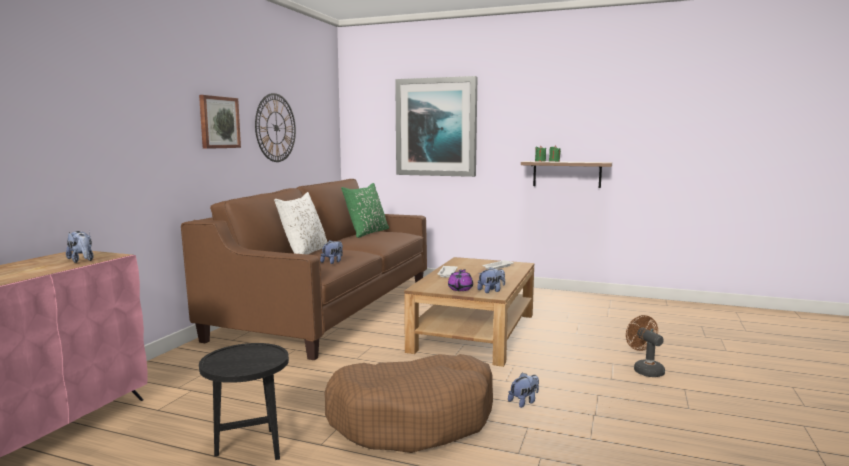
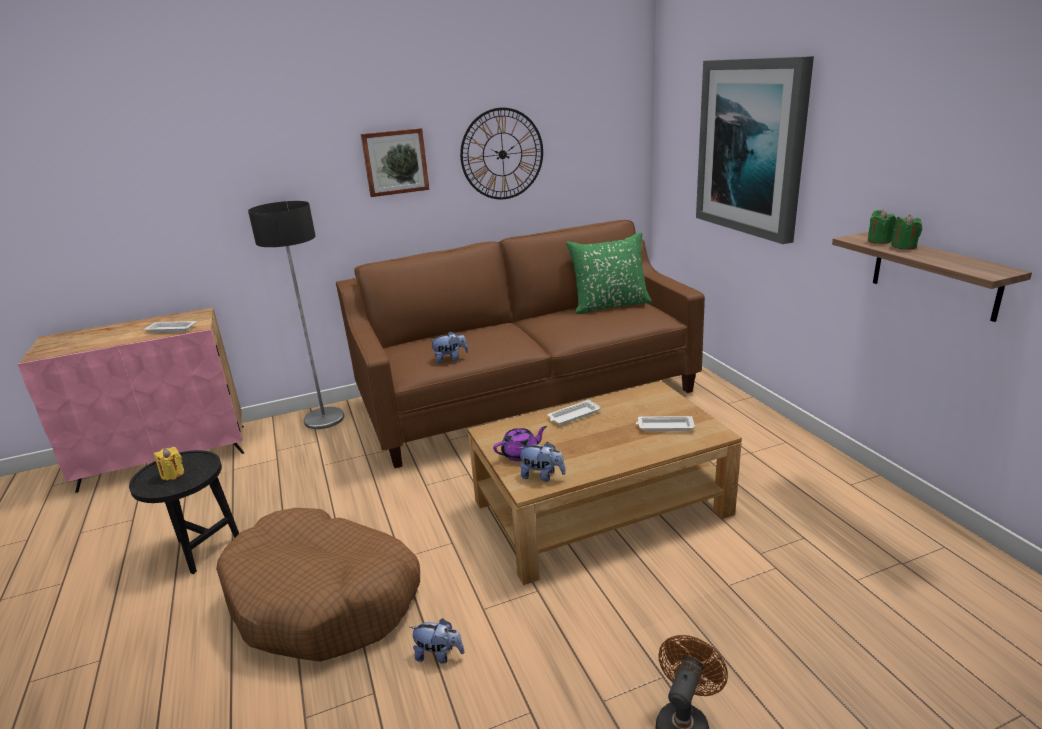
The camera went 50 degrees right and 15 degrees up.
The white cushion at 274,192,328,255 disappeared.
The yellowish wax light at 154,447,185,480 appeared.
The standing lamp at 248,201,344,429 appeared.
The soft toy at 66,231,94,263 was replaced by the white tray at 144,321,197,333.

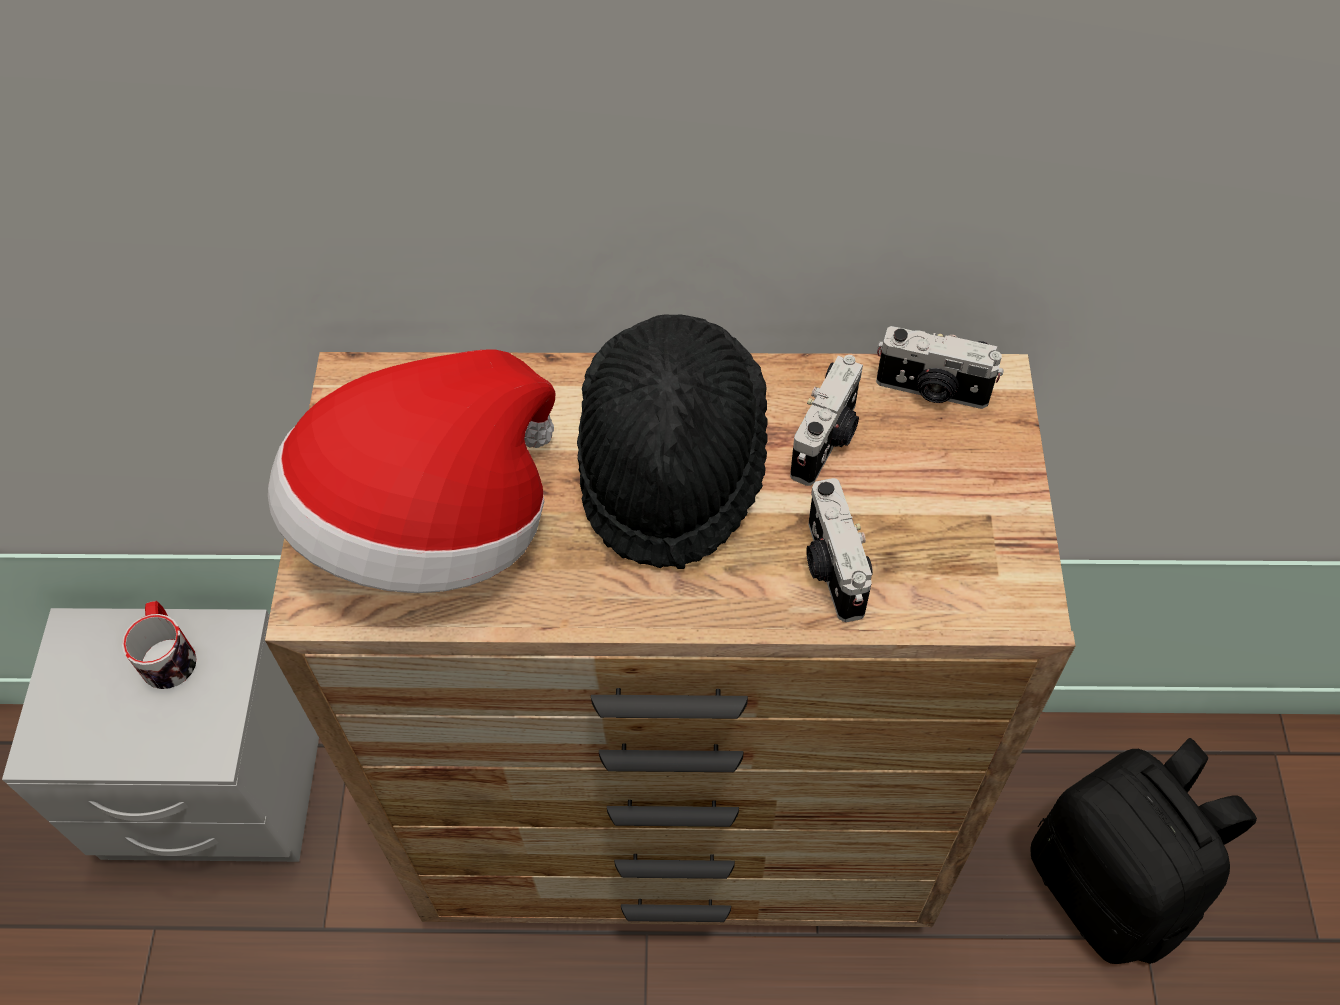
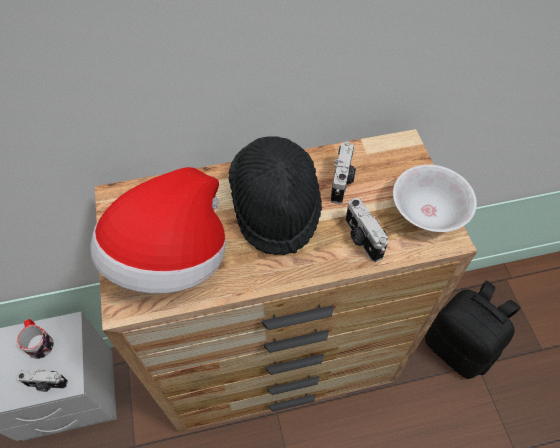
The camera went 15 degrees left and 0 degrees up.
The white deep dish at 393,165,477,232 appeared.
The photo camera moved from 876,326,1004,409 to 17,370,68,392.

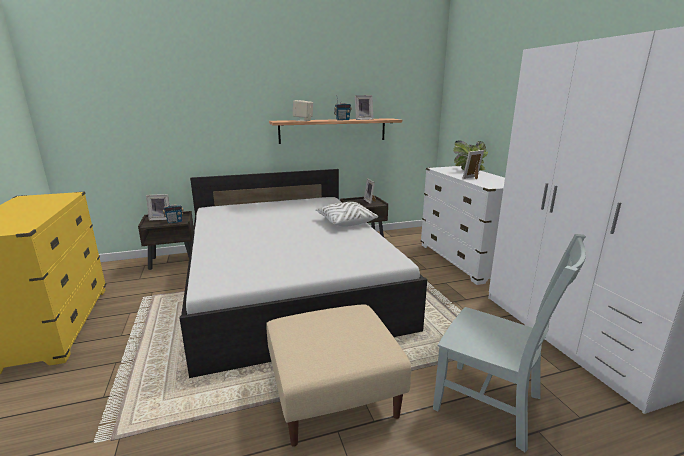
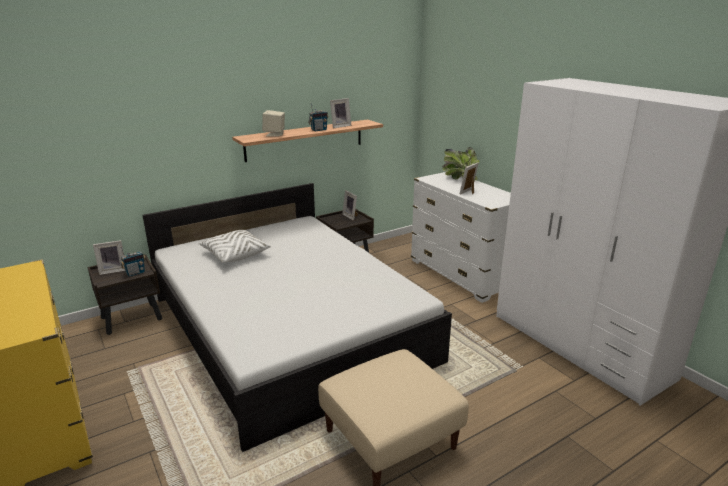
The camera went 15 degrees left and 5 degrees up.
The grey upright chair at 433,234,586,452 disappeared.
The white cushion moved from 315,202,378,227 to 198,230,271,263.

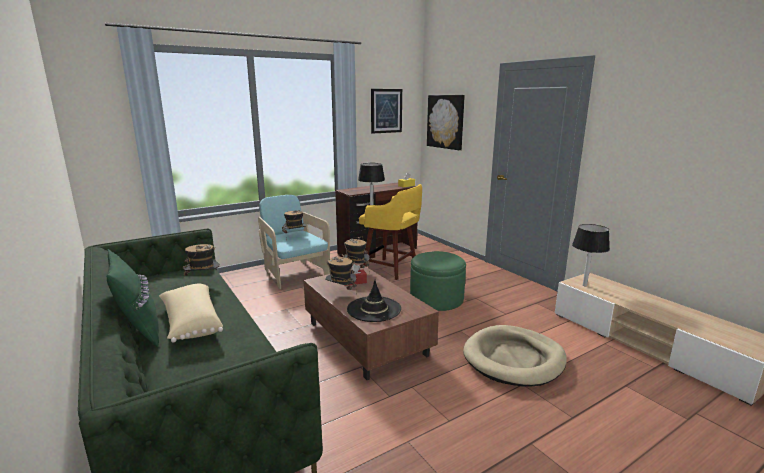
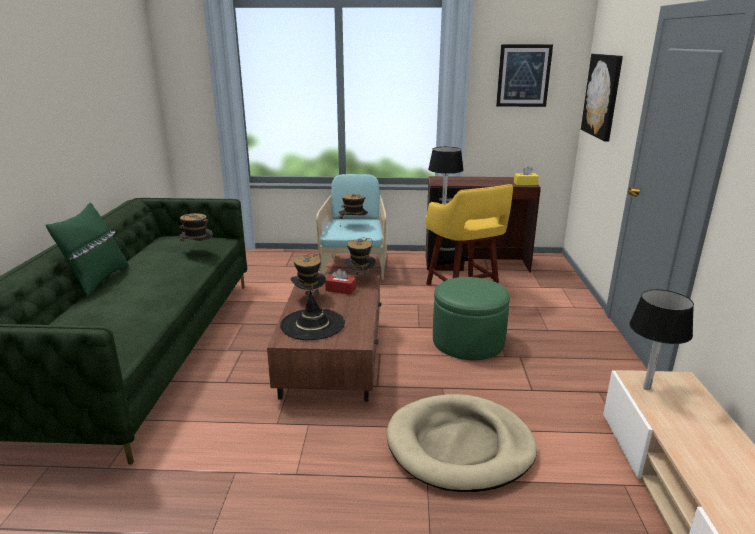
The camera went 35 degrees right and 5 degrees up.
The beige cushion at 159,284,223,343 disappeared.

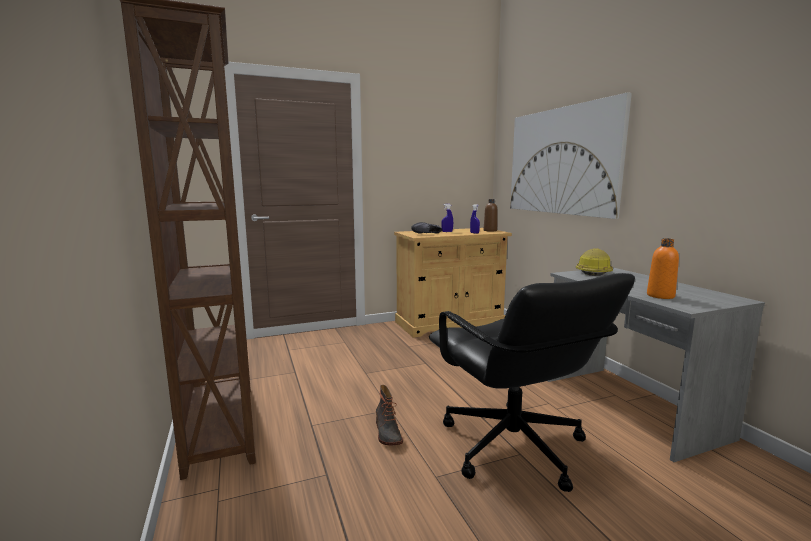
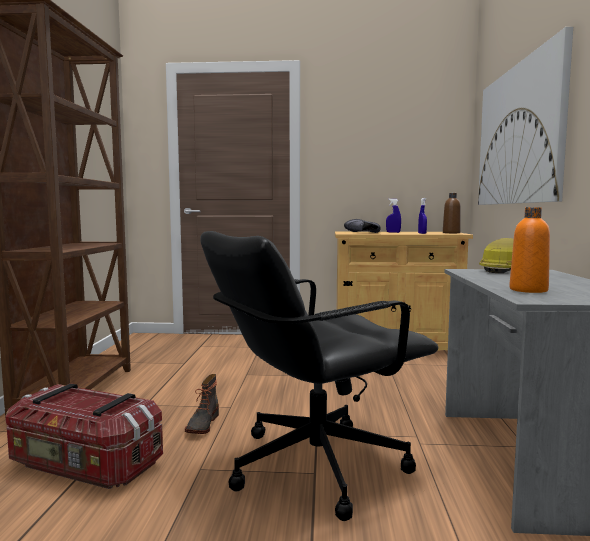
The camera went 25 degrees right and 5 degrees down.
The storage box at 5,383,163,489 appeared.
The black-coloured desk chair at 429,273,635,492 turned 60 degrees clockwise.

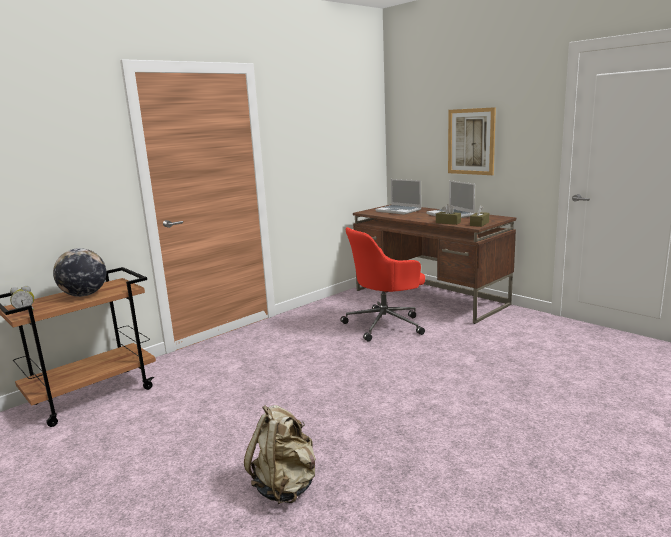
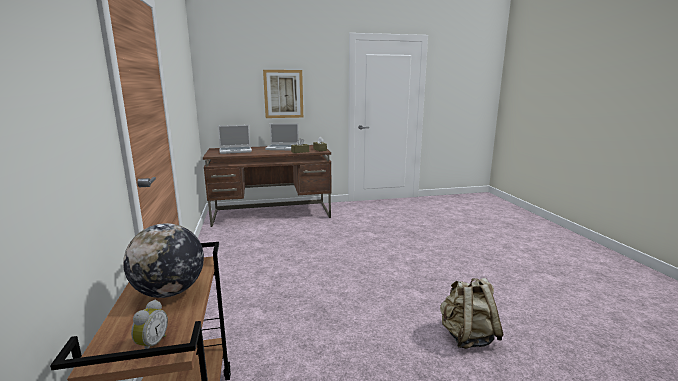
The camera went 60 degrees left and 0 degrees up.
The reddish desk chair at 340,227,425,342 disappeared.

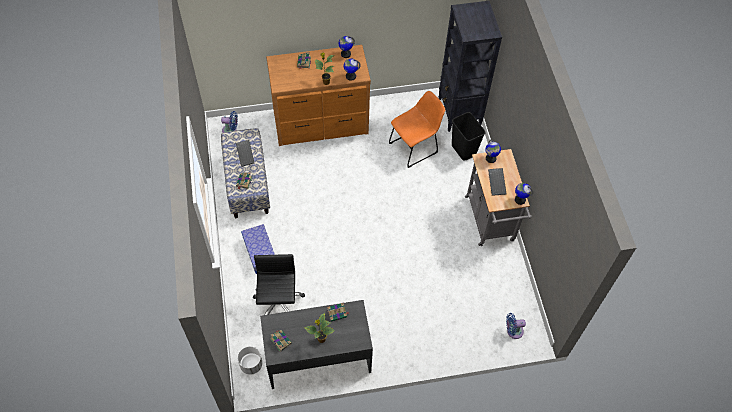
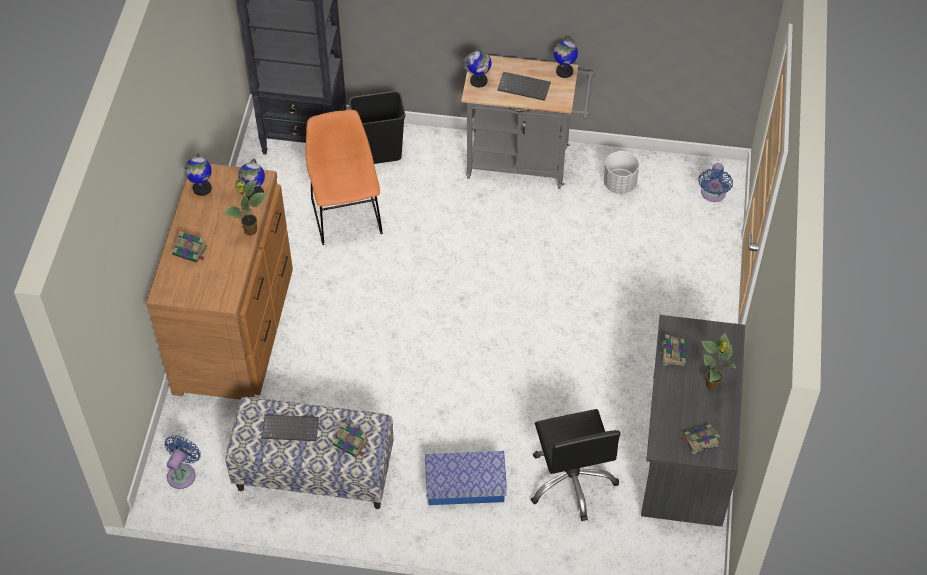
The camera went 70 degrees left and 5 degrees down.
The white planter moved from 238,346,262,375 to 604,151,639,194.
The black-coloured desk chair at 253,254,305,315 turned 120 degrees counterclockwise.

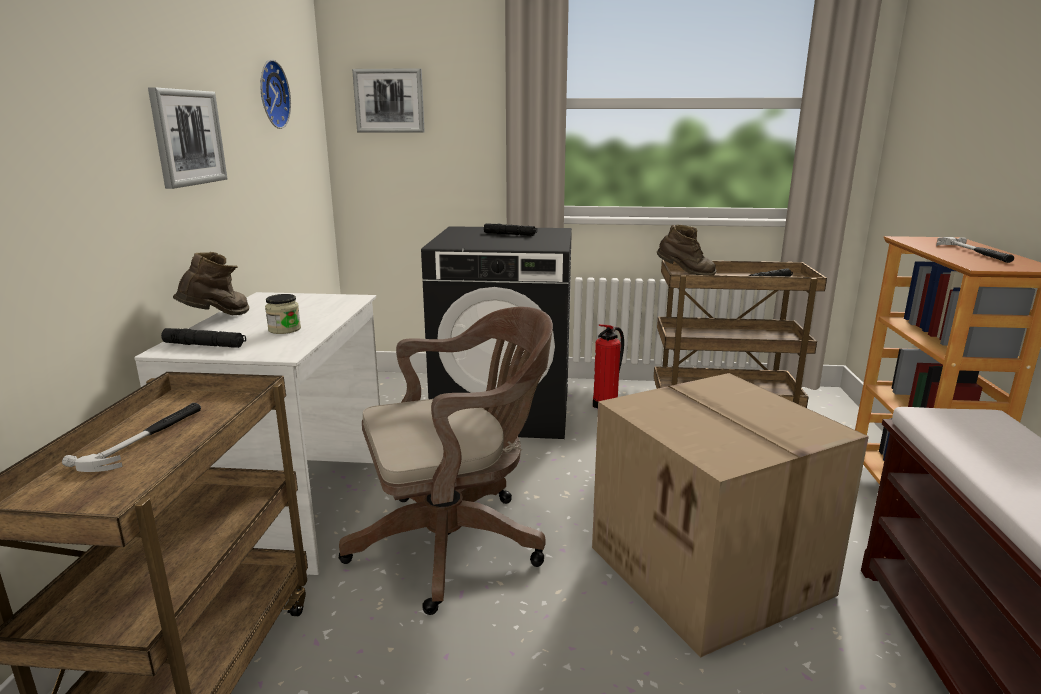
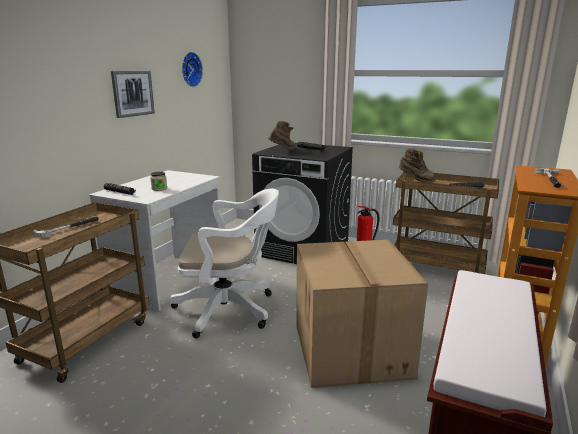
The camera went 20 degrees right and 0 degrees up.
The wall picture at 352,68,425,133 disappeared.
The brown boot moved from 173,252,249,315 to 268,121,295,150.
The brown desk chair at 339,307,553,615 became the white desk chair at 169,188,279,338.

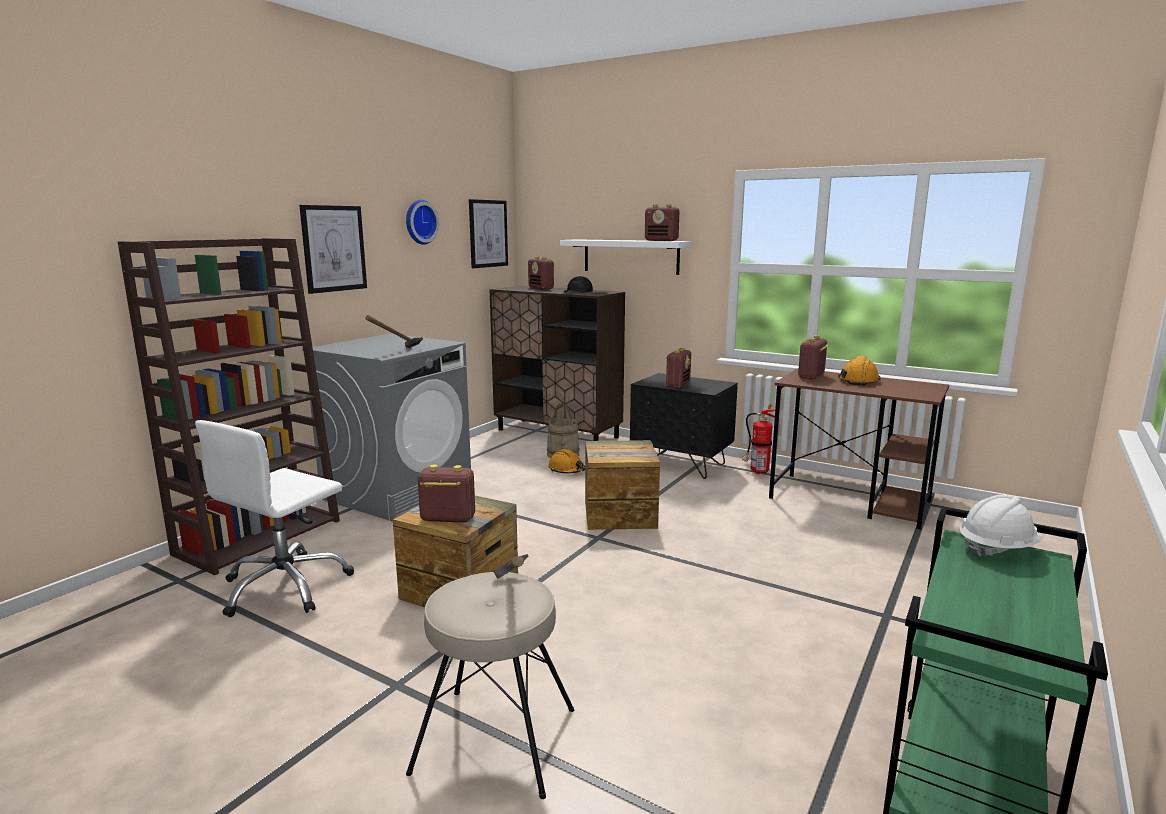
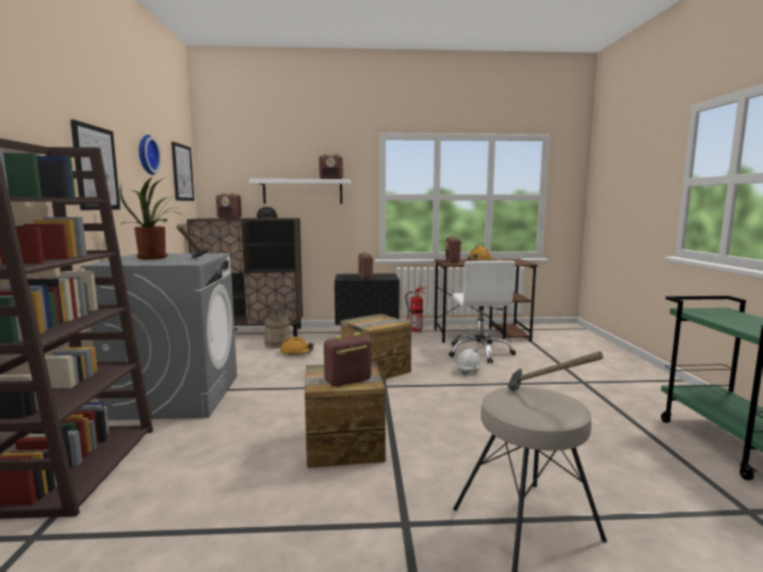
The camera went 35 degrees left and 5 degrees down.
The houseplant at 120,177,183,259 appeared.
The white desk chair moved from 195,420,354,617 to 449,261,516,364.
The white hard hat moved from 960,495,1043,558 to 456,349,482,375.

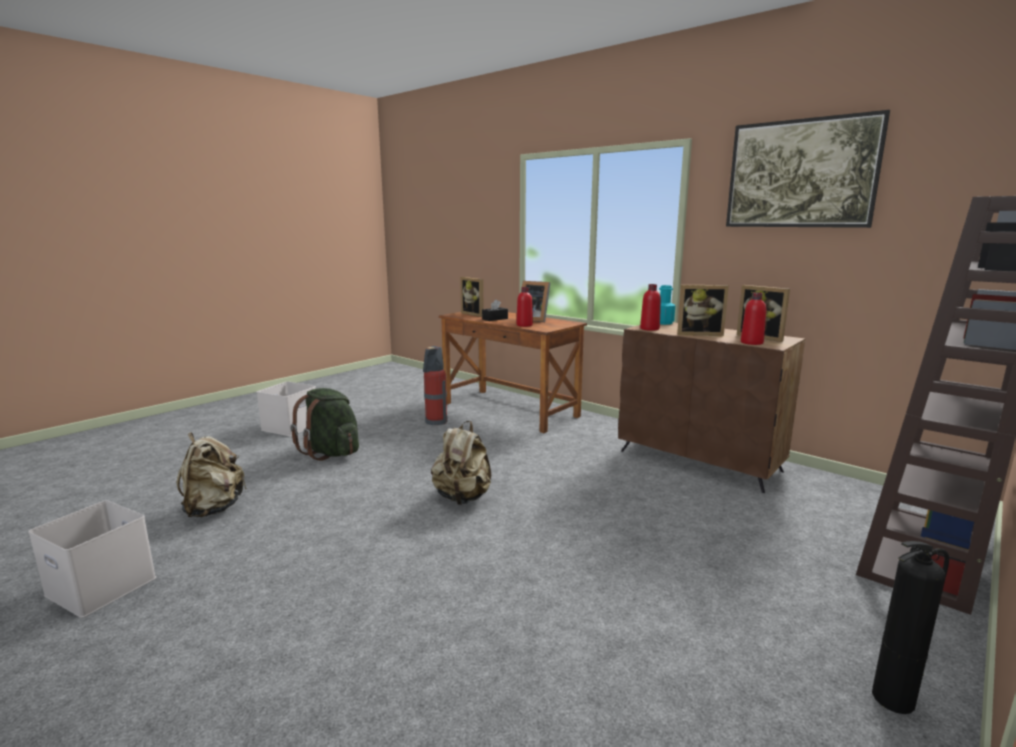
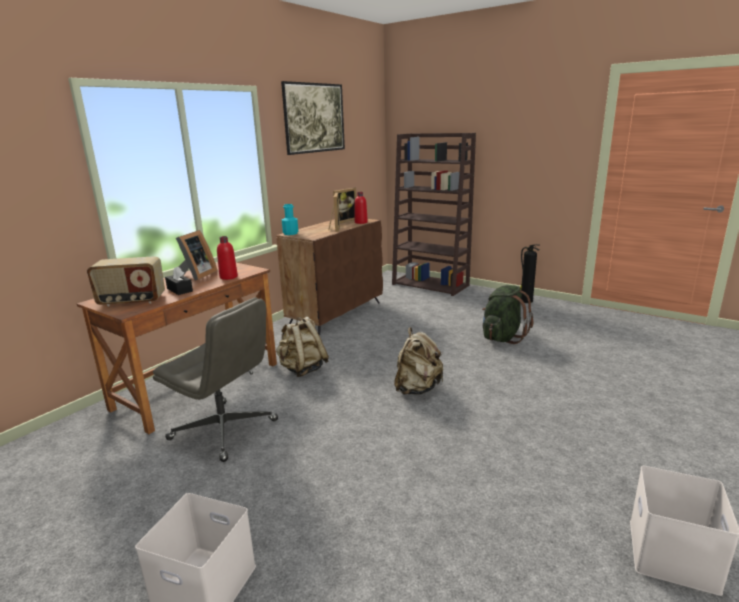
The camera went 95 degrees left and 5 degrees up.
The reddish beverage bottle at 640,284,661,331 disappeared.
The beige rucksack moved from 176,432,247,517 to 276,317,329,377.
The greenish rucksack moved from 290,388,359,461 to 482,285,533,344.
The extinguisher at 423,346,448,425 was replaced by the grey desk chair at 153,298,278,462.
The photo frame at 460,277,483,317 was replaced by the radio set at 87,256,165,307.

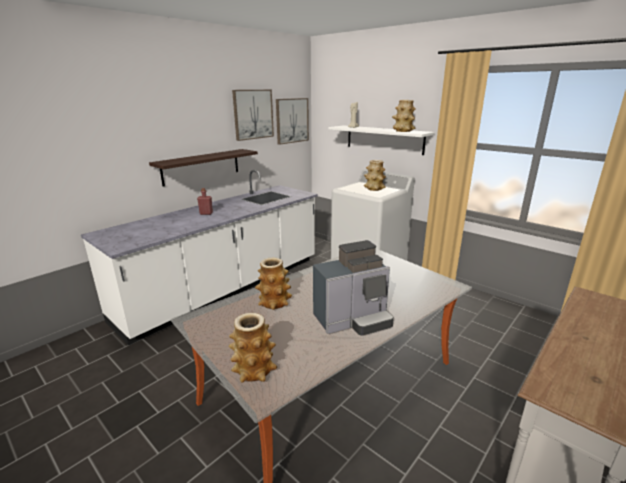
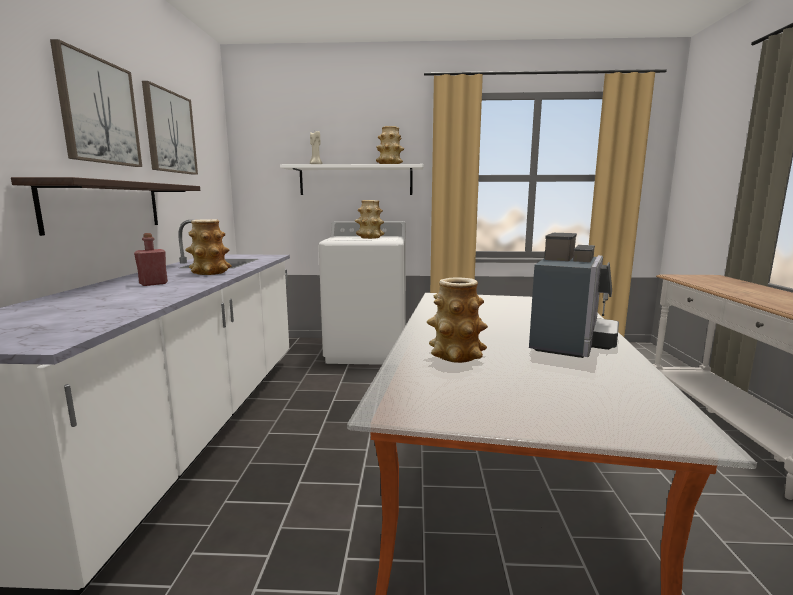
The camera went 40 degrees left and 10 degrees down.
The decorative vase moved from 229,313,277,382 to 185,219,232,275.
The wall picture moved from 276,98,309,145 to 50,39,142,167.

